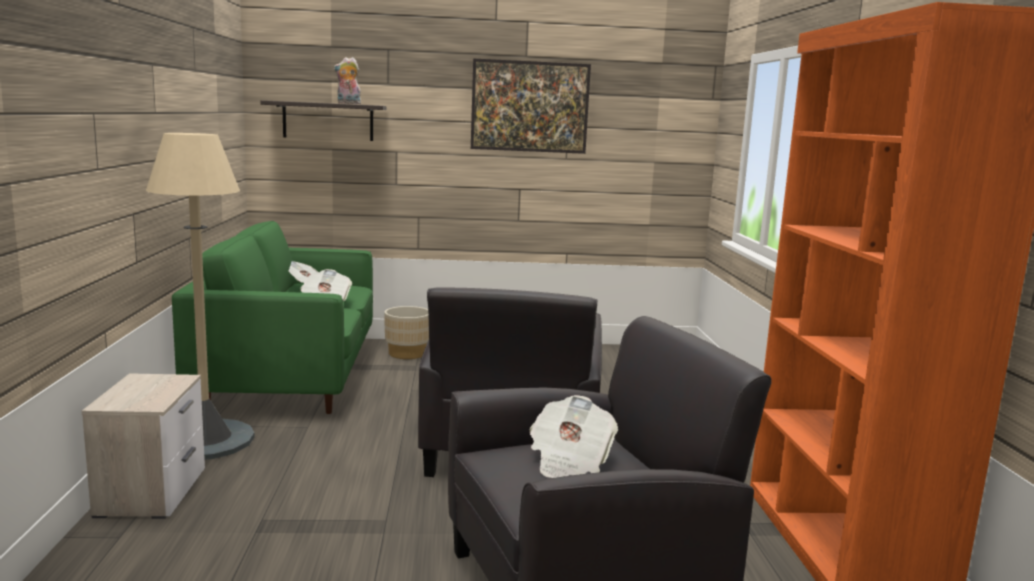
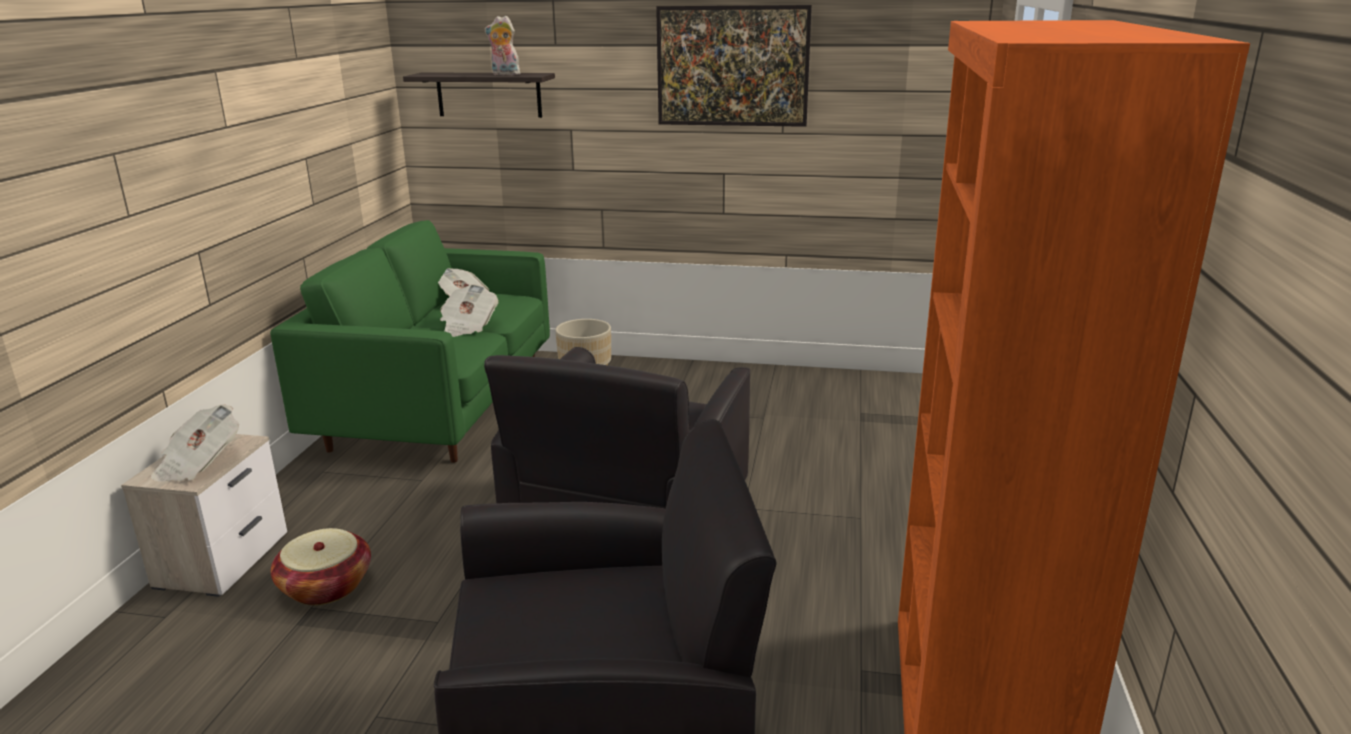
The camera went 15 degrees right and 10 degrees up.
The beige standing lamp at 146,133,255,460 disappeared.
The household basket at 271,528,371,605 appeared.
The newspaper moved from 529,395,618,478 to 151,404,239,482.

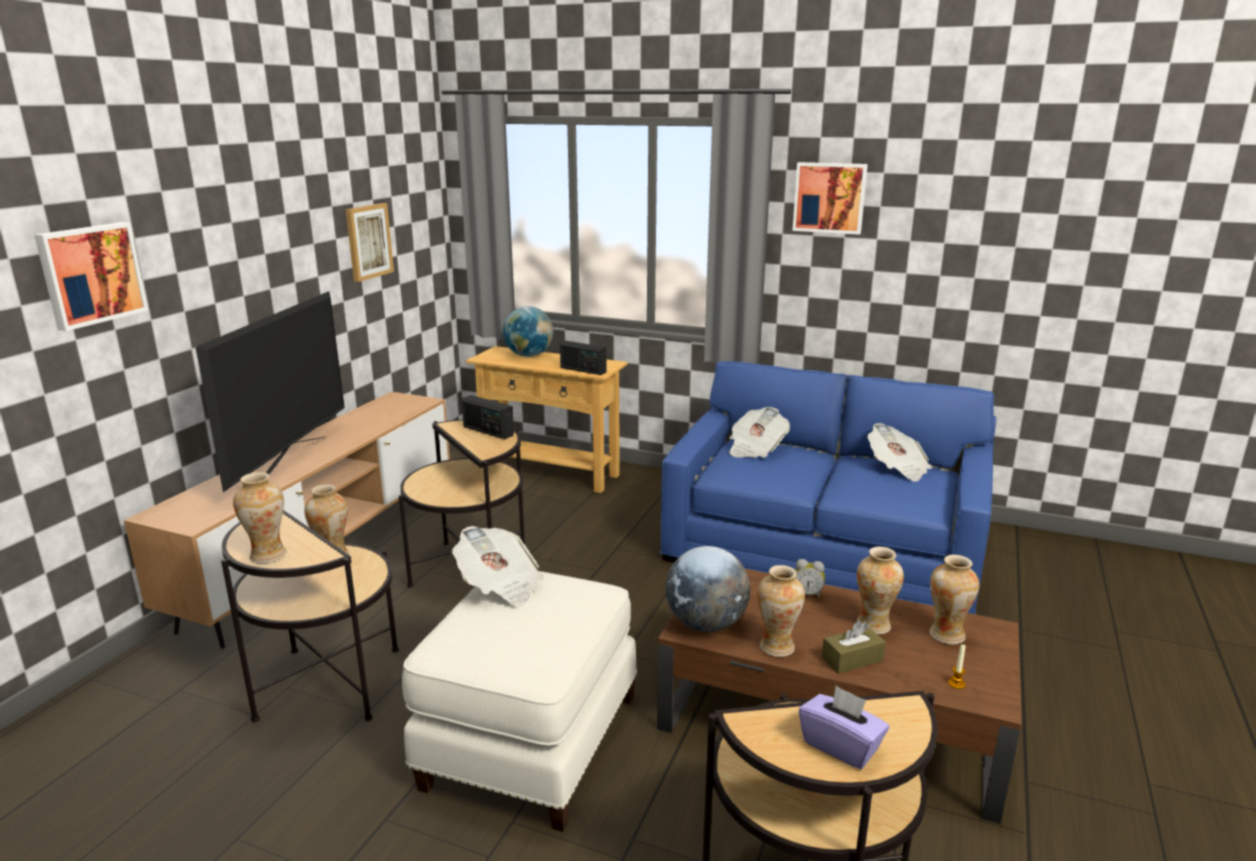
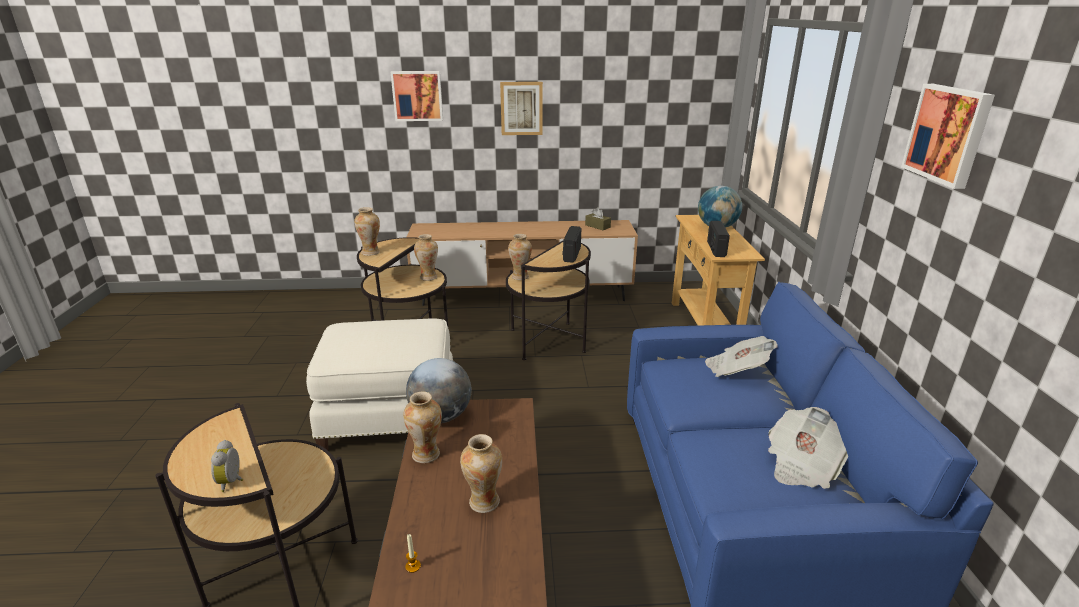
The camera went 65 degrees right and 5 degrees up.
The television at 195,291,345,492 disappeared.
The newspaper at 452,526,544,606 disappeared.
The purple tissue box at 799,686,889,769 disappeared.
The wall picture moved from 346,203,394,282 to 500,82,543,135.
The bedside clock moved from 795,559,825,599 to 211,440,243,492.
The brown tissue box moved from 822,621,886,674 to 585,207,611,230.
The decorative vase moved from 929,555,979,644 to 508,234,532,280.

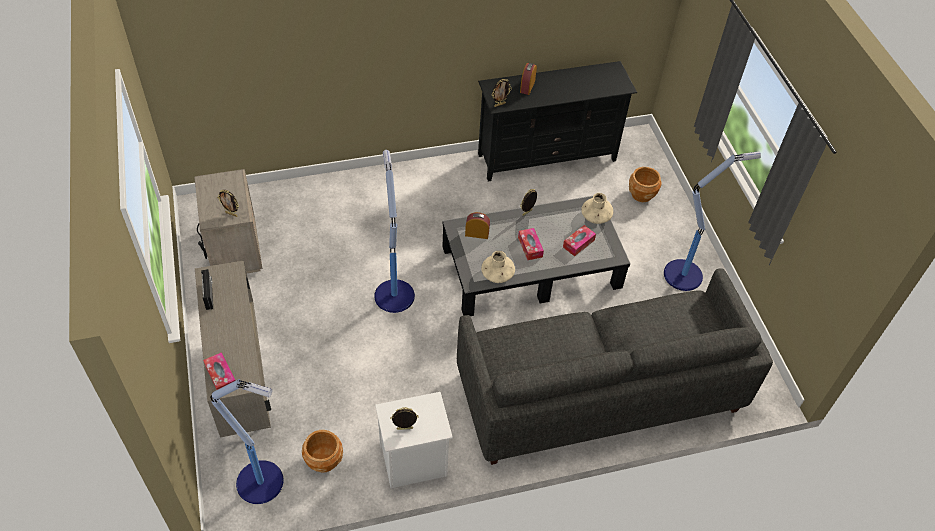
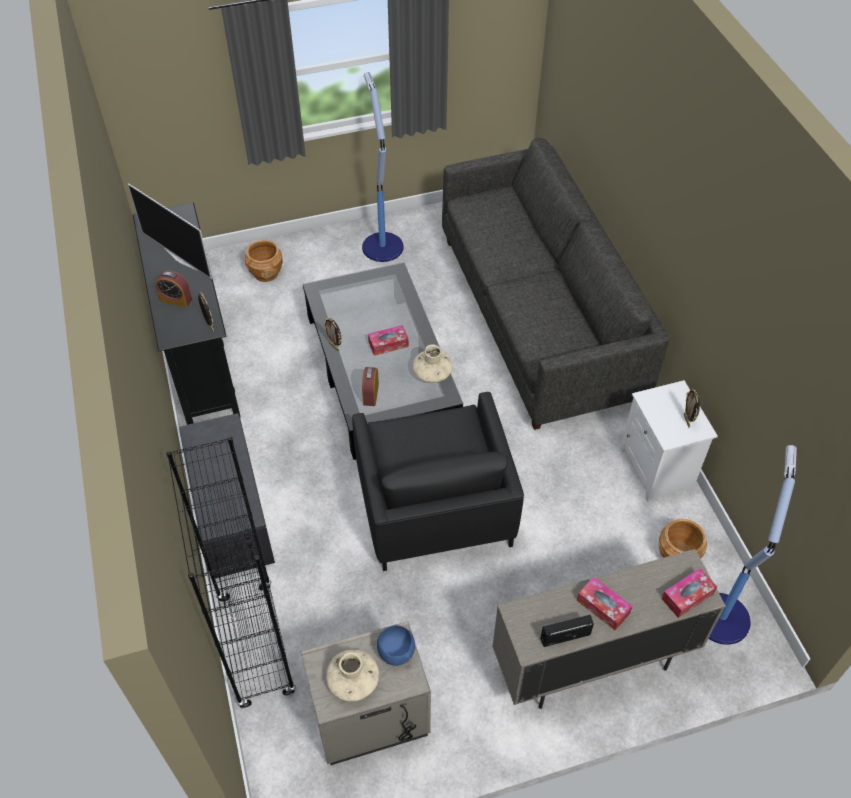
The camera went 90 degrees left and 0 degrees up.
The television at 128,183,212,279 appeared.
The black-coloured bookcase at 166,436,296,709 appeared.
The grey long seat at 179,413,275,579 appeared.
The tissue box moved from 563,225,596,256 to 577,577,633,630.
The beige decorative vase moved from 581,193,613,224 to 326,650,379,701.
The photo frame at 217,190,239,217 was replaced by the bluish deep dish at 377,625,416,666.
The standing lamp at 374,150,415,313 was replaced by the black-coloured armchair at 352,392,524,571.

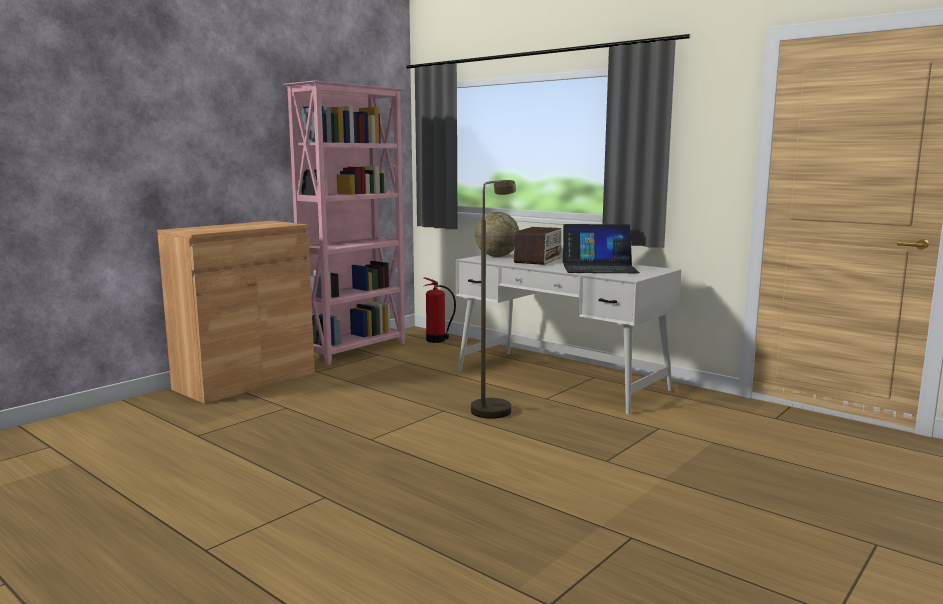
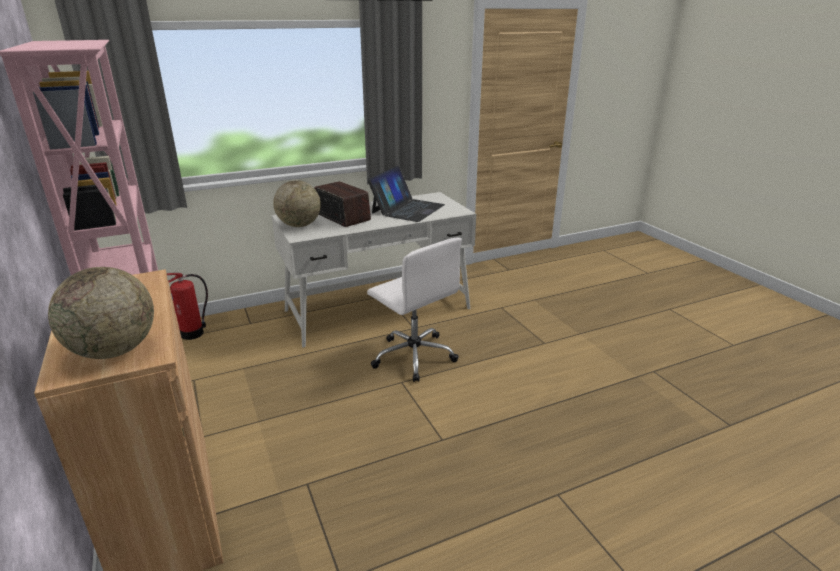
The camera went 65 degrees left and 15 degrees up.
The world globe at 48,267,154,359 appeared.
The brown standing lamp at 471,180,516,419 was replaced by the white desk chair at 367,238,462,382.

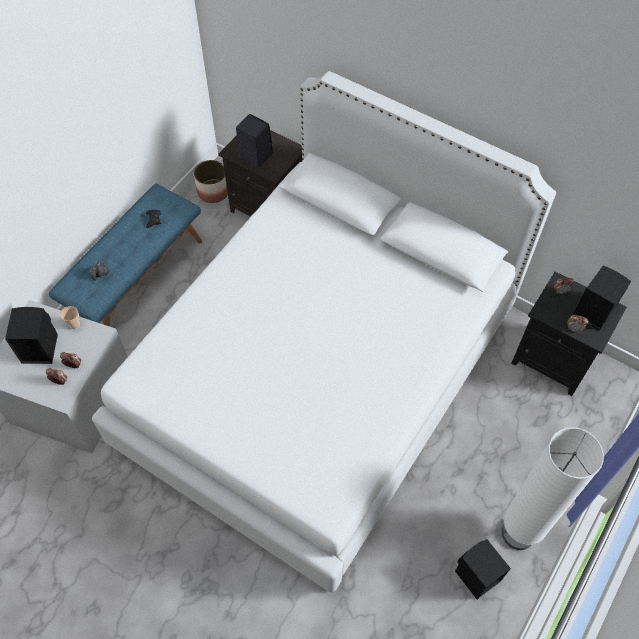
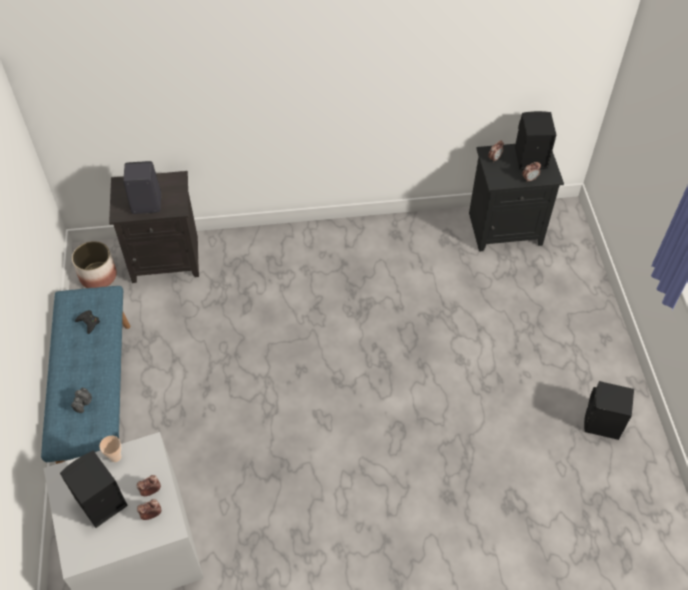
The camera went 40 degrees left and 5 degrees down.
The white sleeping bed at 92,71,556,593 disappeared.
The white standing lamp at 502,427,604,550 disappeared.

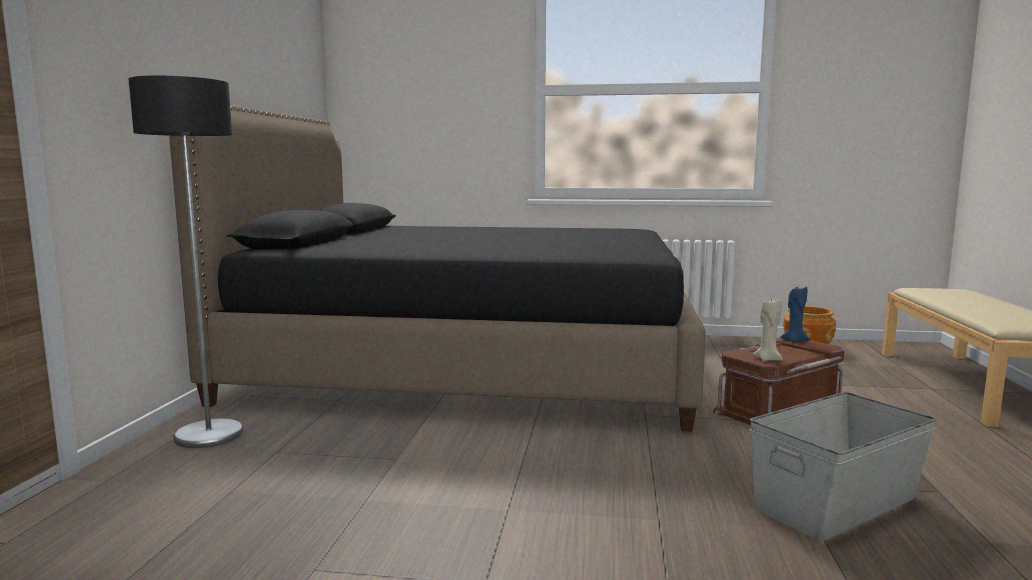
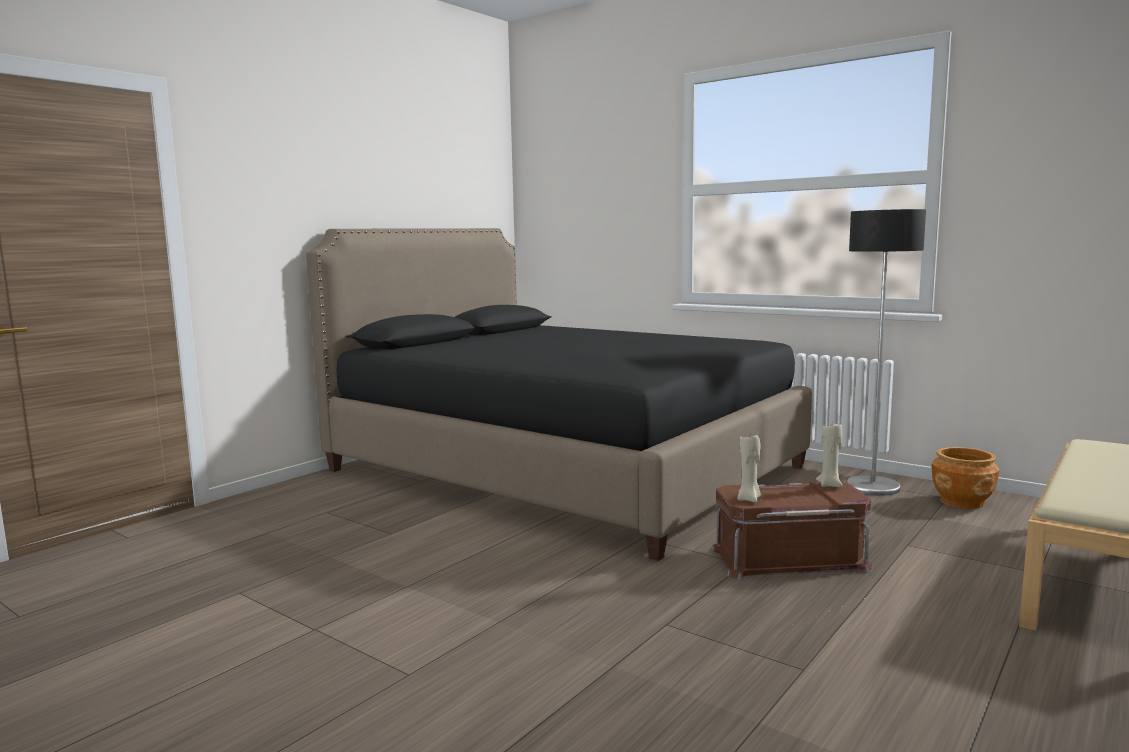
The camera went 30 degrees right and 0 degrees up.
The grey storage box at 750,392,936,542 disappeared.
The standing lamp moved from 128,76,243,448 to 846,209,926,496.
The bluish wax light at 780,284,810,343 became the beige wax light at 816,424,843,487.

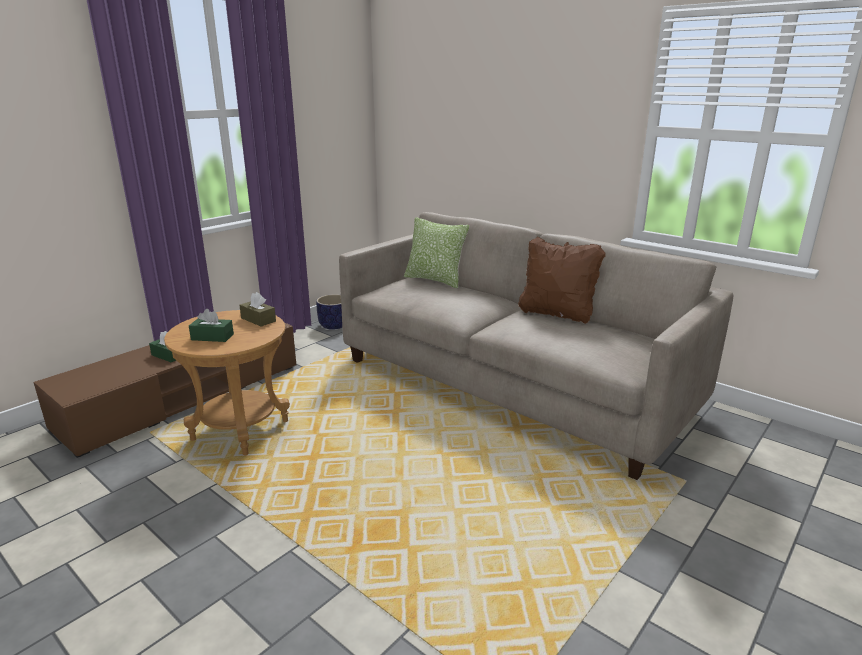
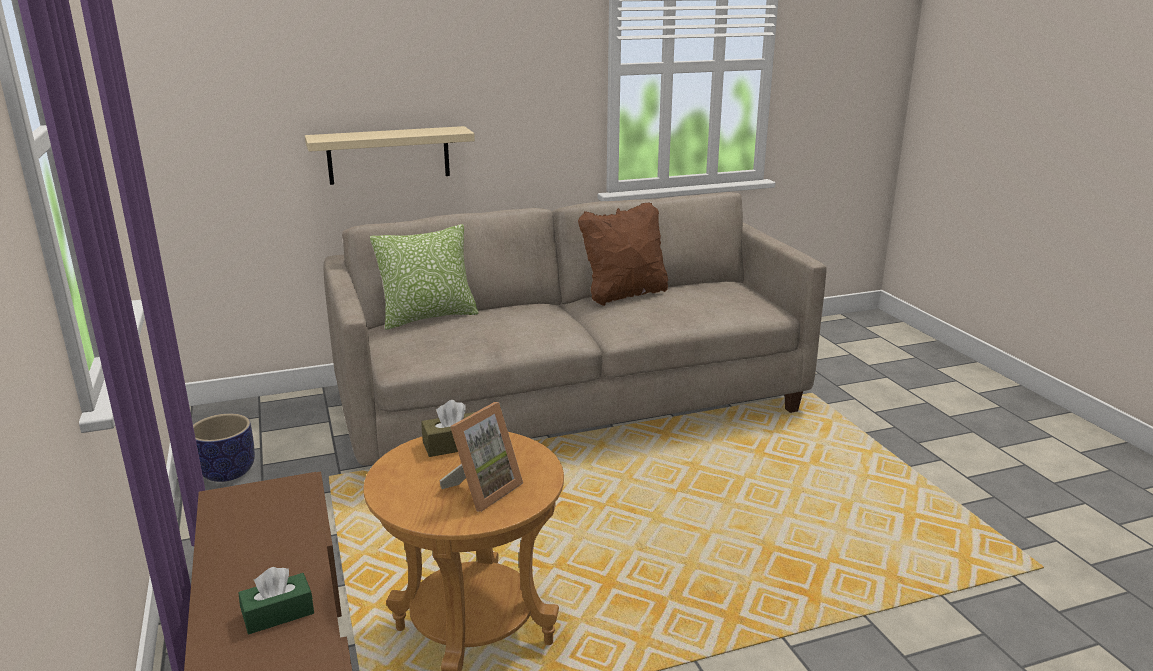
The camera went 60 degrees left and 0 degrees up.
The beige bracket shelf at 305,126,475,185 appeared.
The greenish tissue box at 189,309,234,342 was replaced by the photo frame at 440,402,523,512.

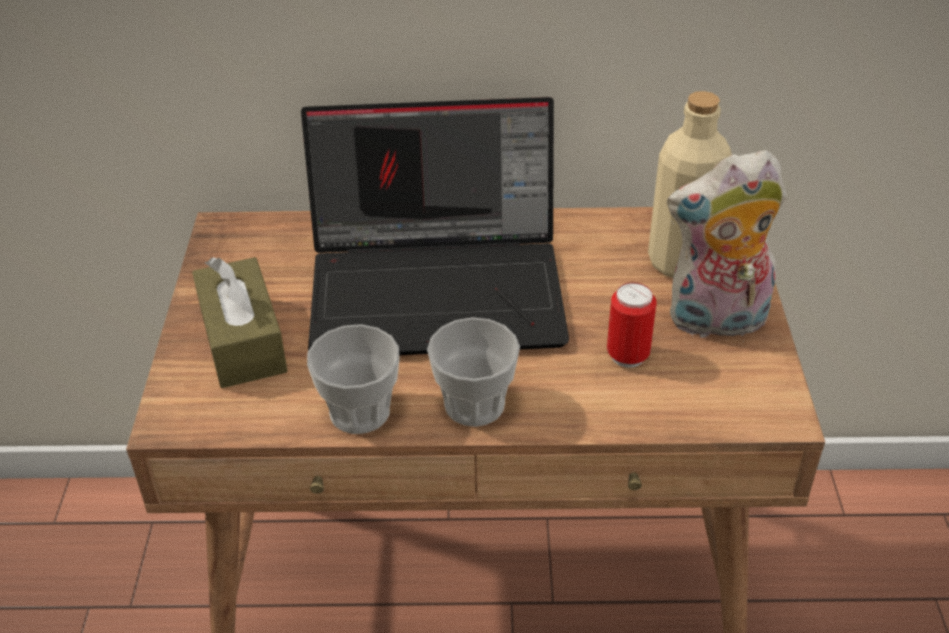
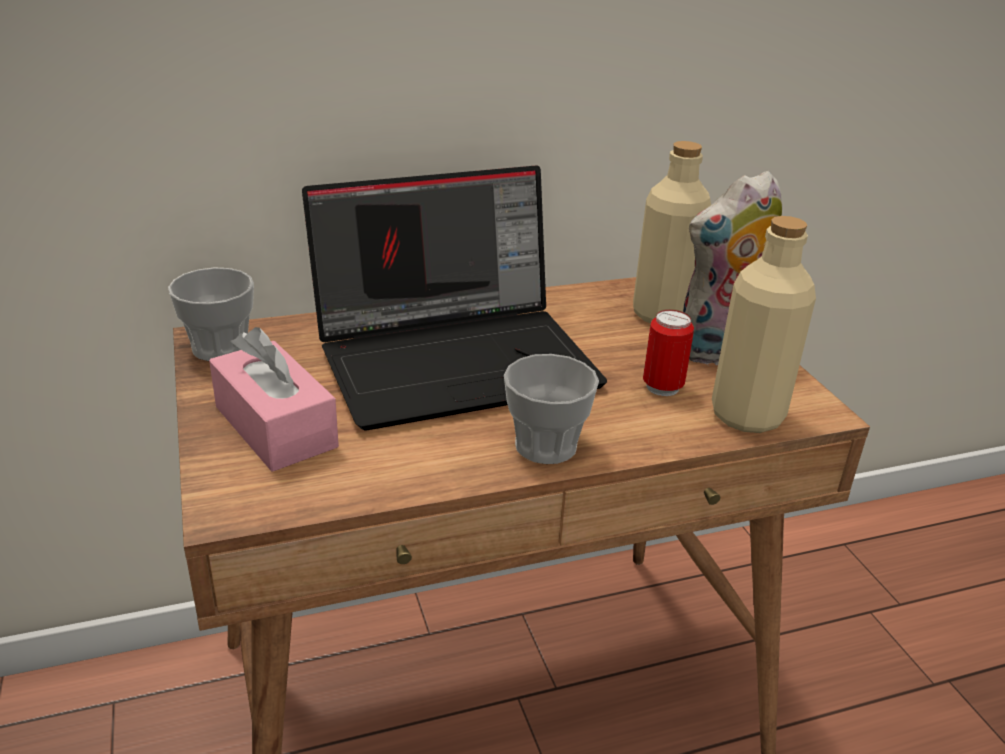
The camera went 20 degrees left and 10 degrees down.
The beige beverage bottle at 712,216,816,433 appeared.
The small cup moved from 307,324,400,434 to 168,268,254,361.
The brown tissue box at 192,257,287,388 became the pink-coloured tissue box at 209,327,339,472.

